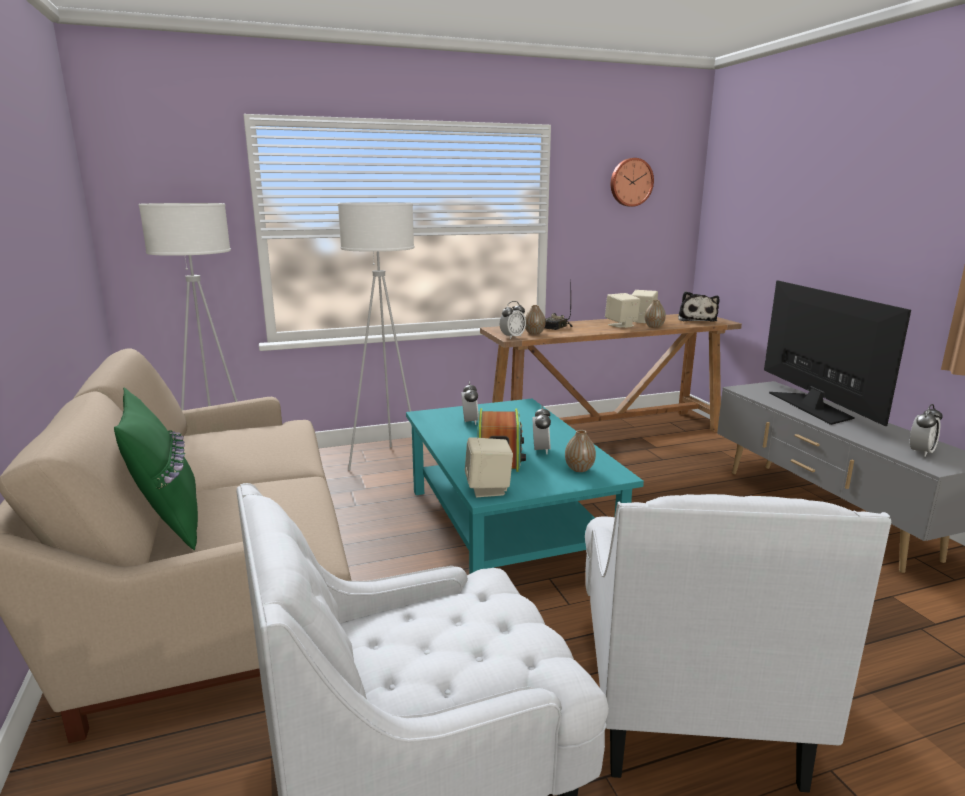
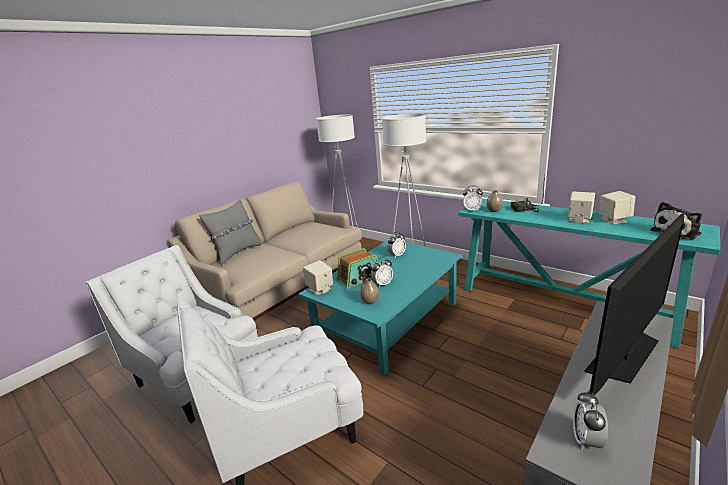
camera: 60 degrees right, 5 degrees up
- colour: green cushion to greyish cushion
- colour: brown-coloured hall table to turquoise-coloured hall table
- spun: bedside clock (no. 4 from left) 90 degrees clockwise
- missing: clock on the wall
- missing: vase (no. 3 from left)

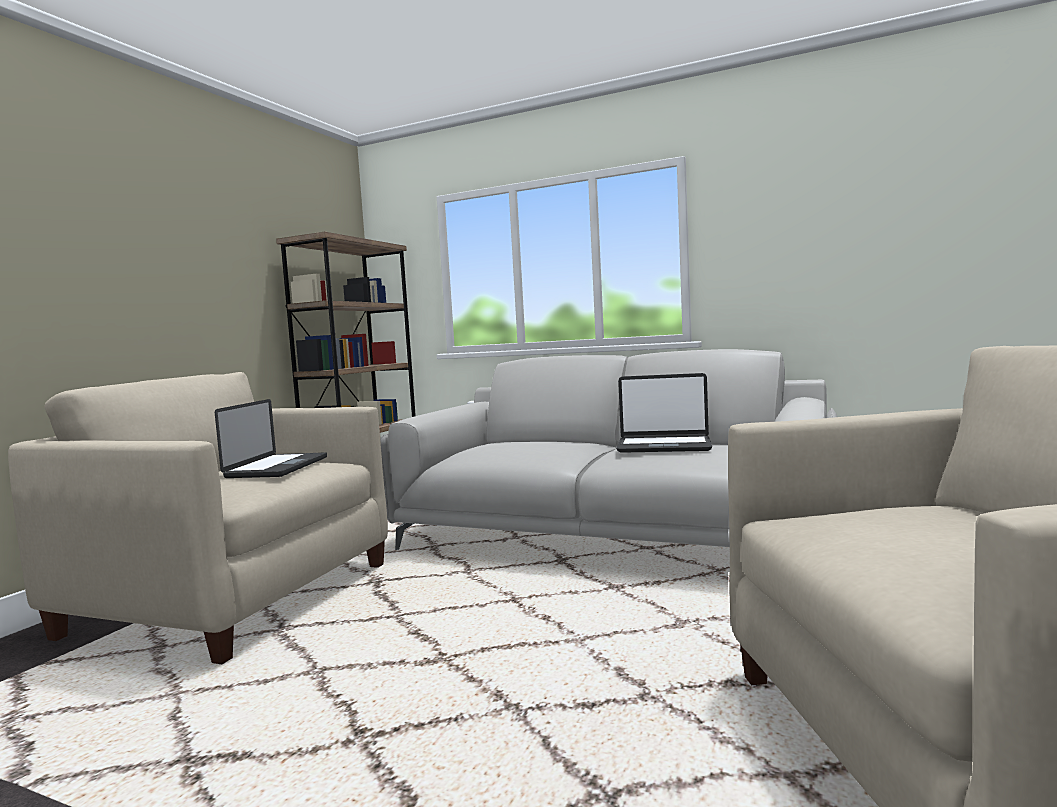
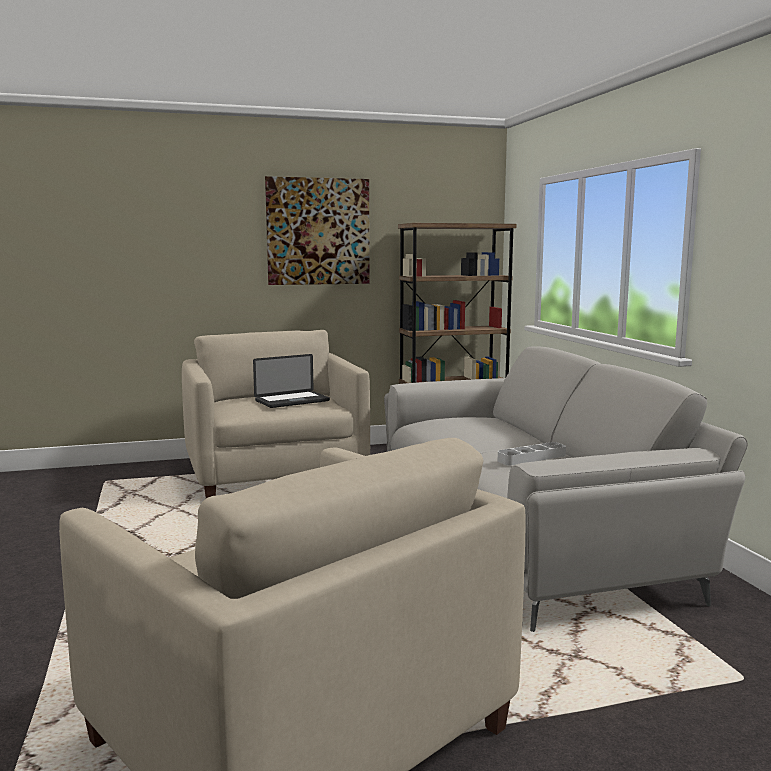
camera: 50 degrees right, 5 degrees up
- appeared: wall art
- exchanged: notebook computer (no. 2 from left) to greyish carrying tray

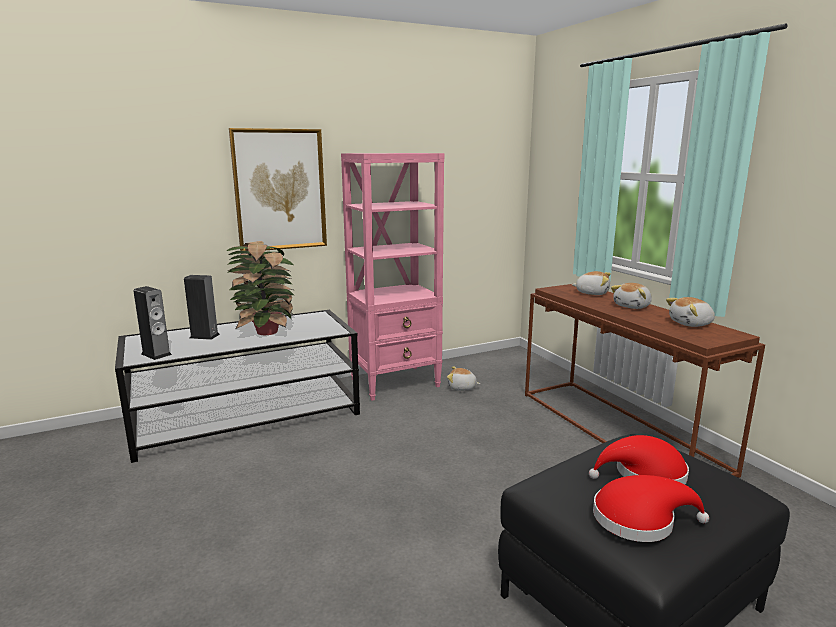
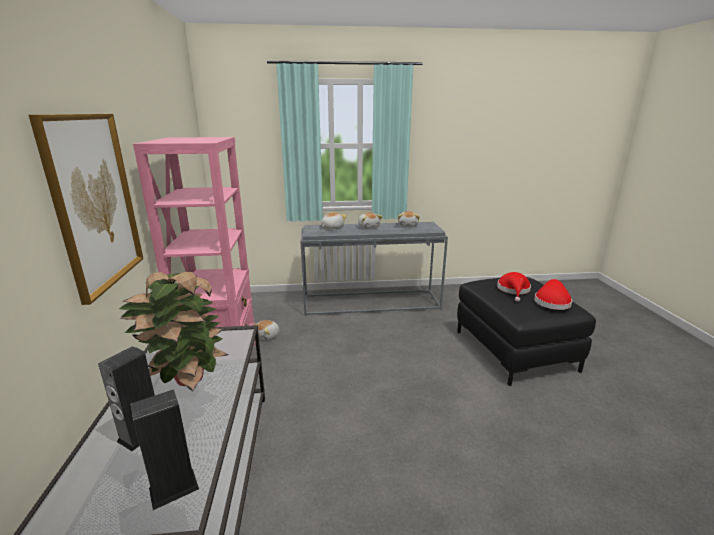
camera: 70 degrees left, 5 degrees up
- colour: brown-coloured hall table to greyish hall table

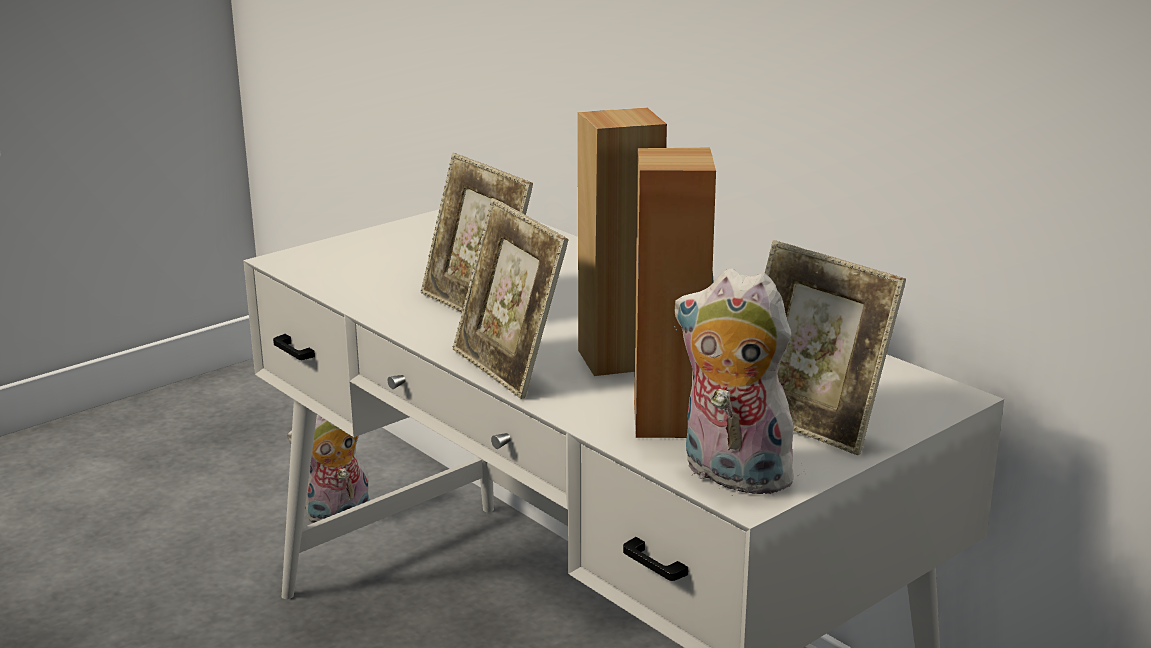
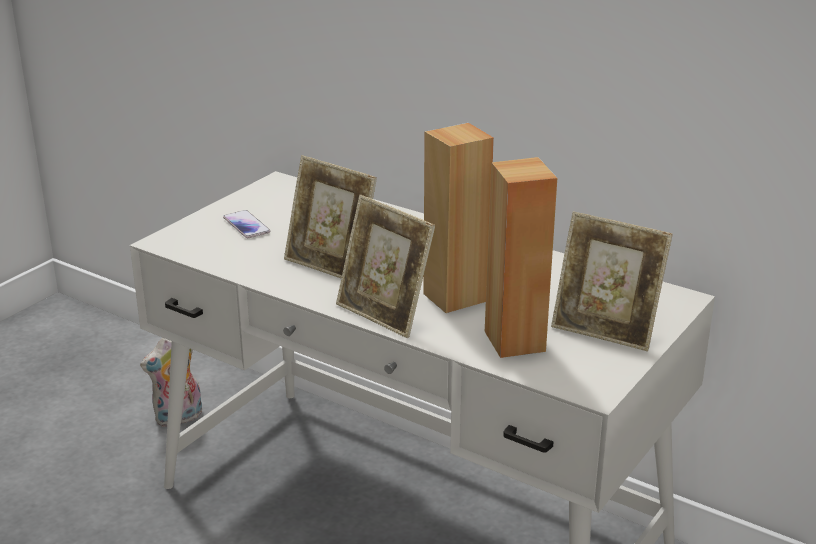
camera: 15 degrees left, 5 degrees up
- appeared: phone
- missing: plush toy (no. 2 from left)

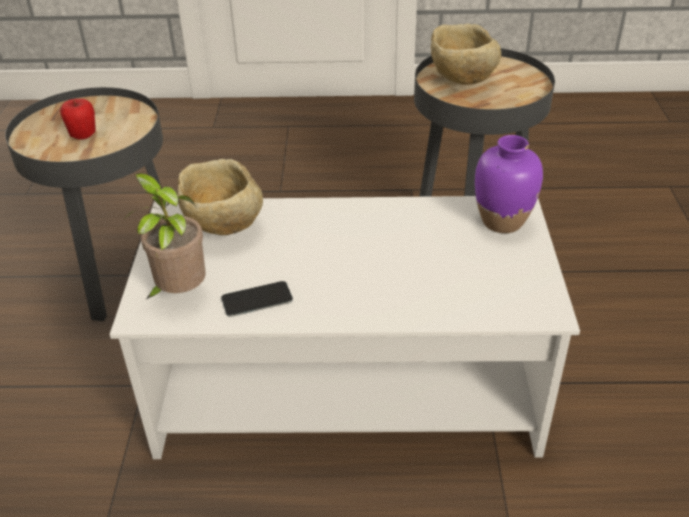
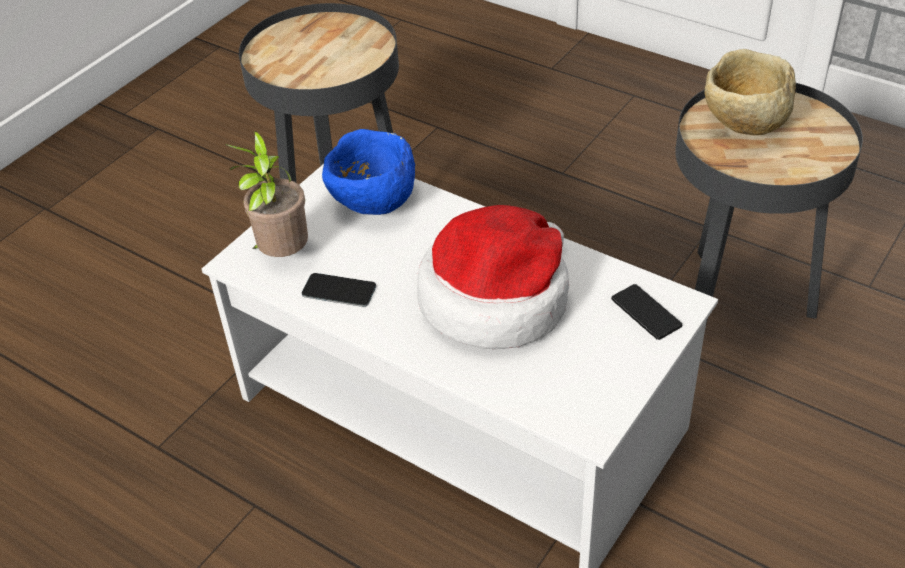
camera: 35 degrees right, 5 degrees up
- colour: beige-coloured deep dish (no. 1 from left) to bluish deep dish
- appeared: hat
- exchanged: purplish vase to phone (no. 2 from left)
- missing: apple fruit

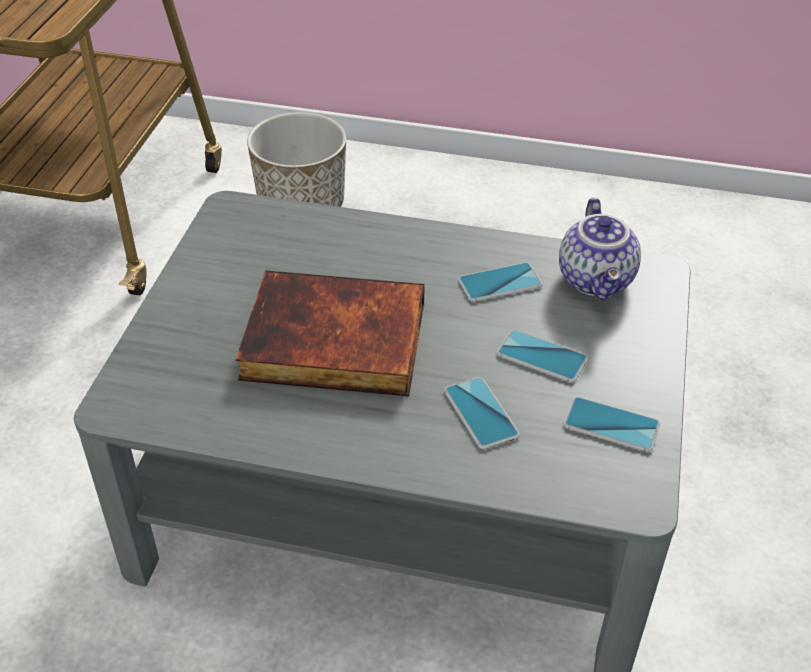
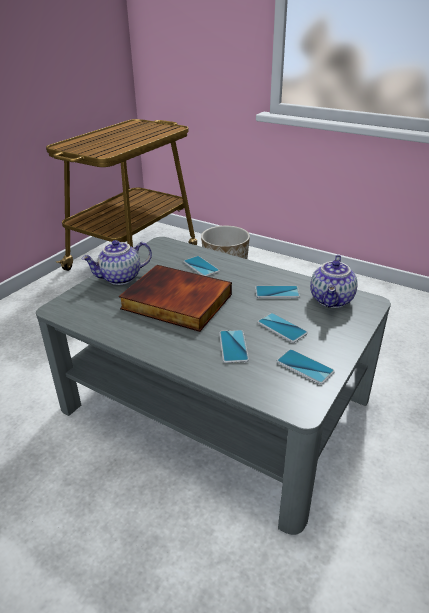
camera: 20 degrees right, 10 degrees down
- appeared: pot for tea (no. 1 from left)
- appeared: phone (no. 1 from left)

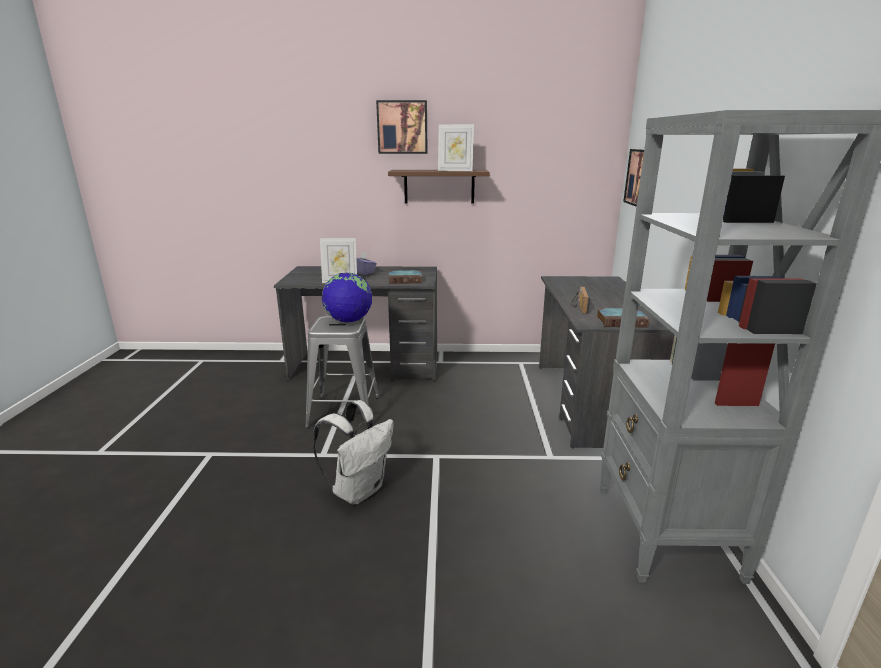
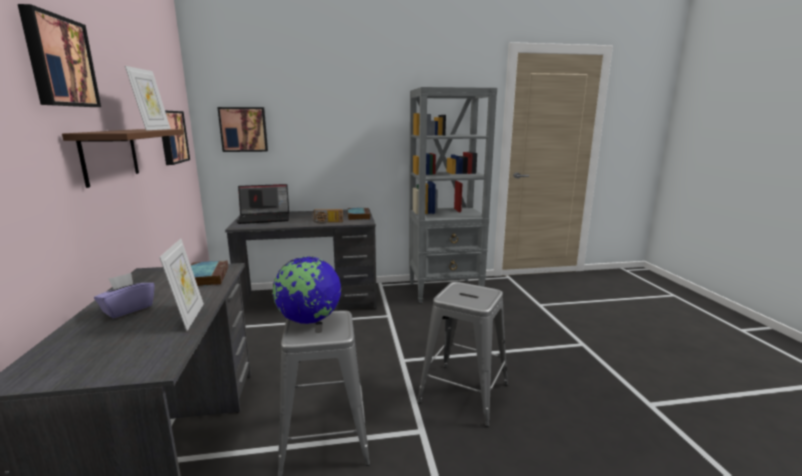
camera: 100 degrees left, 5 degrees down
- appeared: wall art (no. 2 from left)
- appeared: notebook computer
- exchanged: white-coloured knapsack to greyish stool (no. 2 from left)

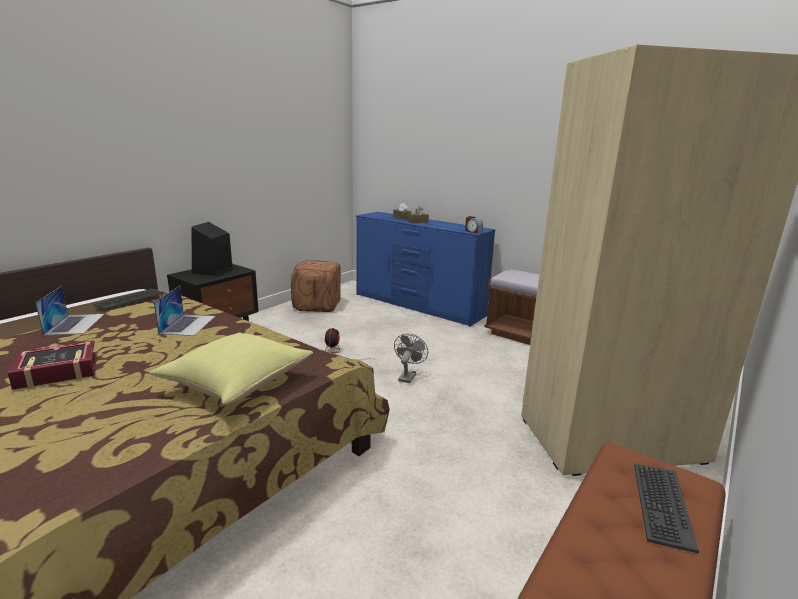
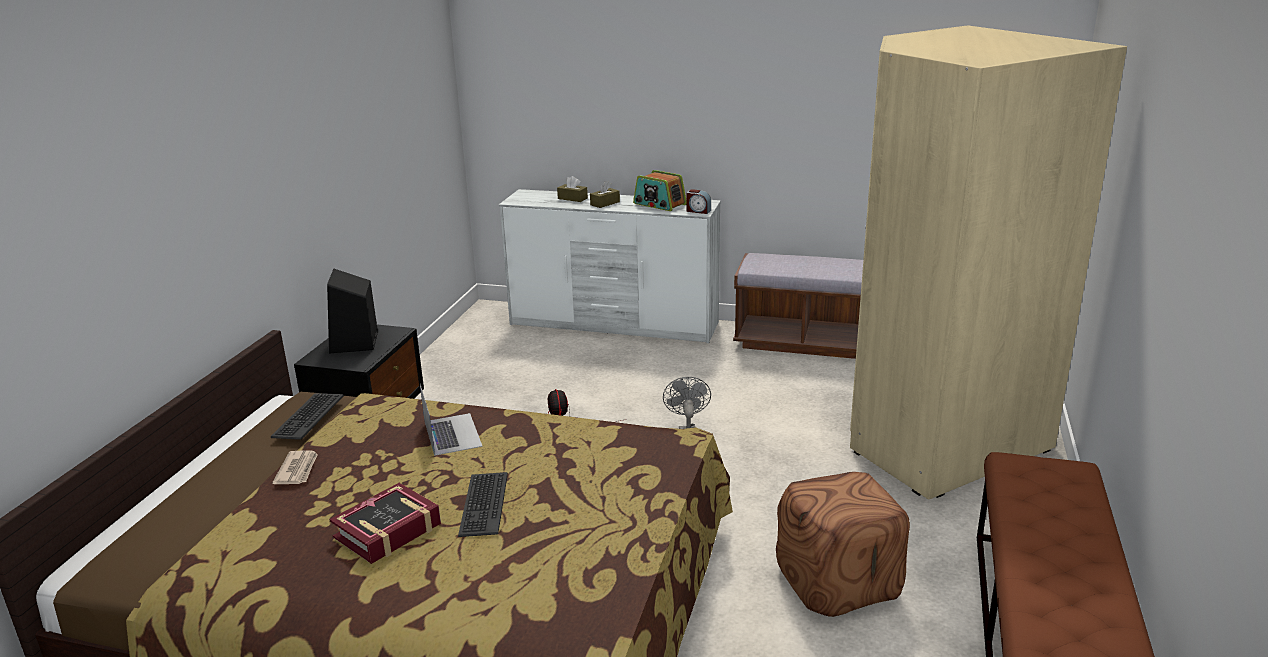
camera: 20 degrees left, 5 degrees up
- exchanged: notebook computer (no. 1 from left) to printed paper
- relocated: computer keyboard (no. 2 from left)
- colour: bluish chest of drawers to white-coloured chest of drawers
- appeared: radio receiver
- relocated: brown-coloured footrest
- missing: yellow-coloured cushion

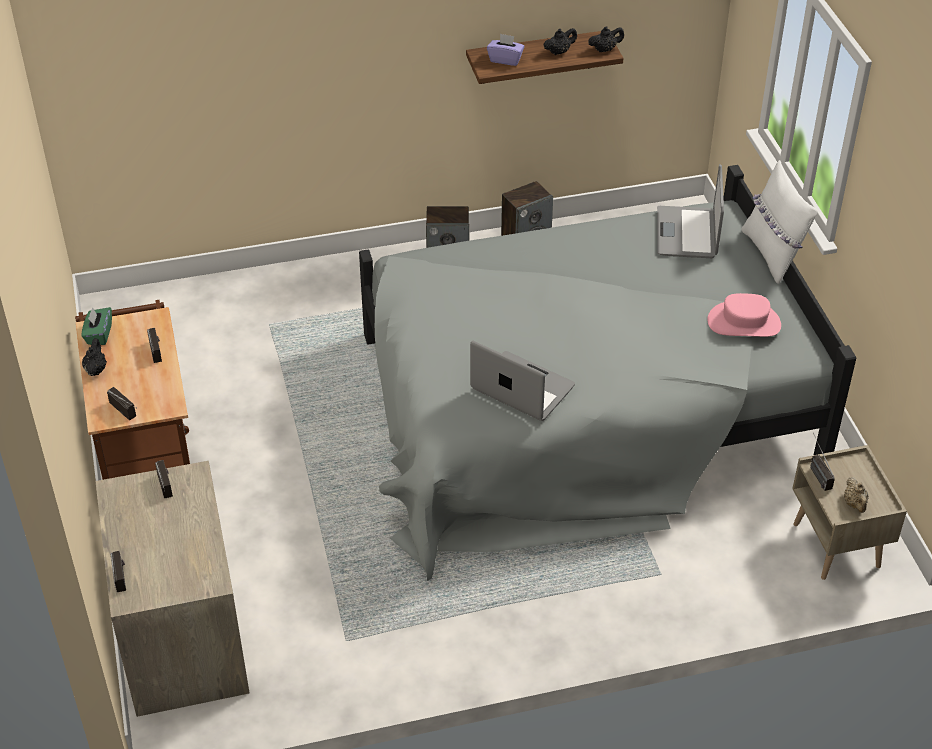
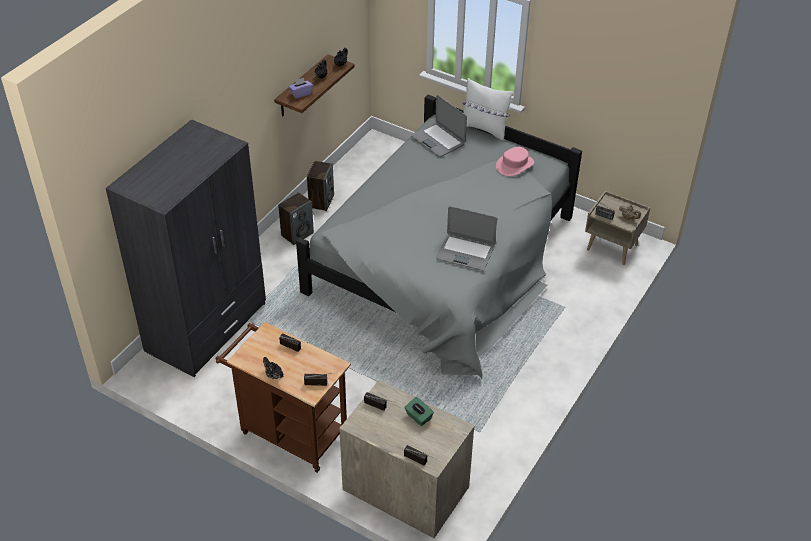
camera: 45 degrees left, 0 degrees up
- appeared: greyish wardrobe
- relocated: green box of tissues
- spun: notebook computer (no. 1 from left in the first image) 150 degrees counterclockwise

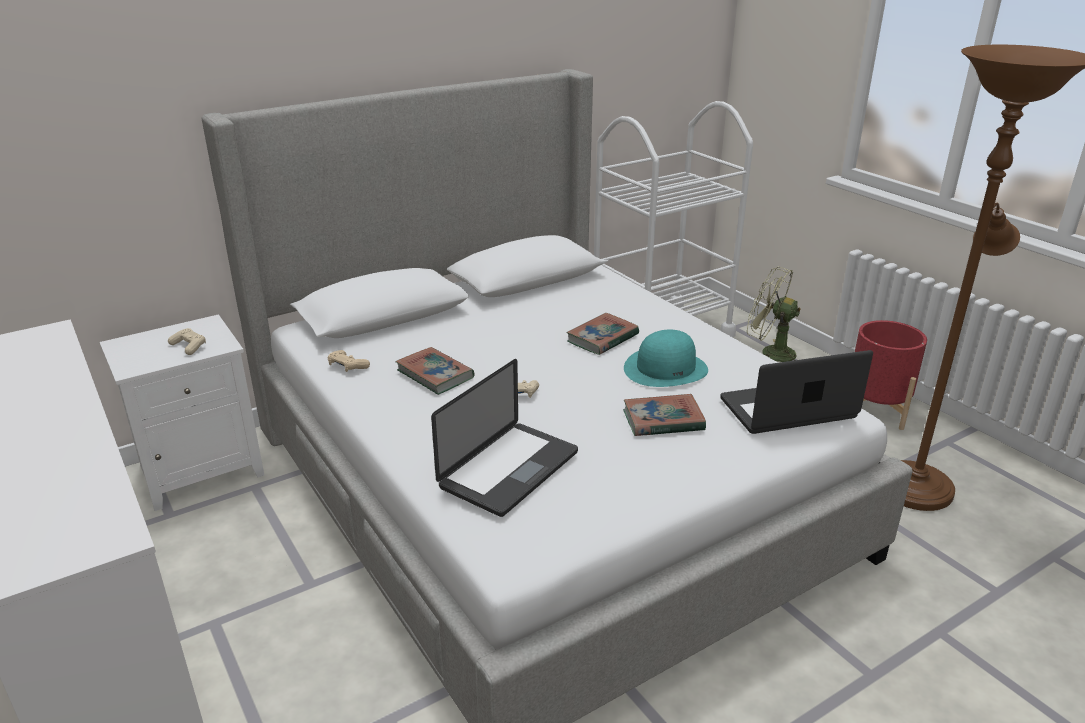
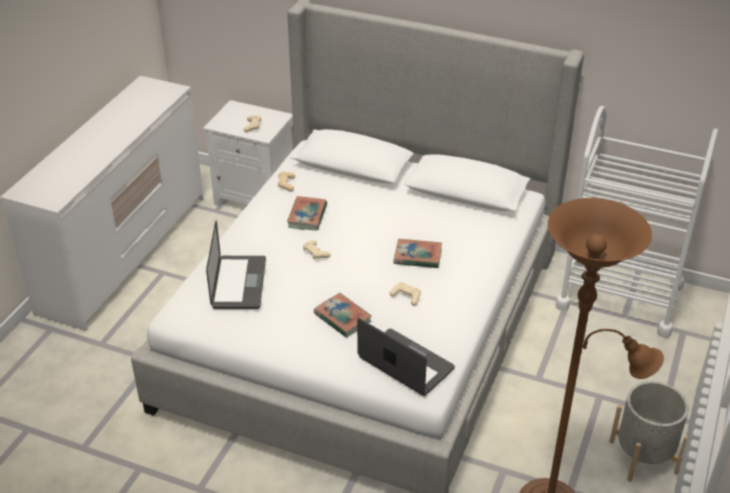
camera: 55 degrees right, 10 degrees up
- spun: notebook computer (no. 1 from left) 90 degrees counterclockwise
- exchanged: turquoise-coloured hat to beige-coloured game controller (no. 4 from left)
- colour: reddish planter to greyish planter
- missing: green fan

